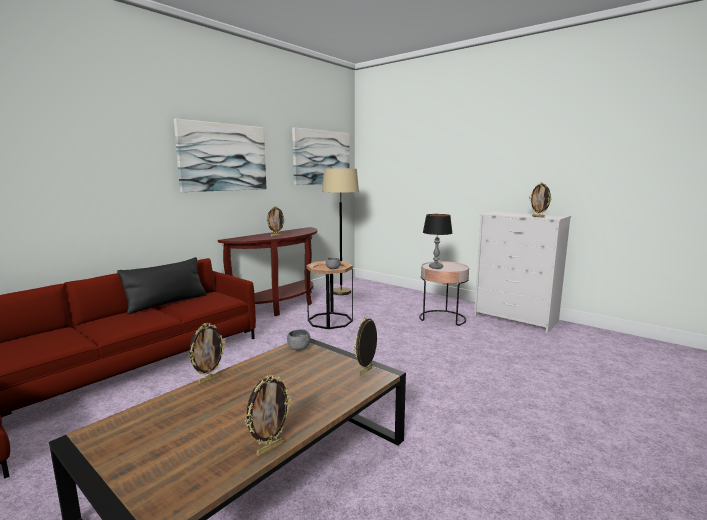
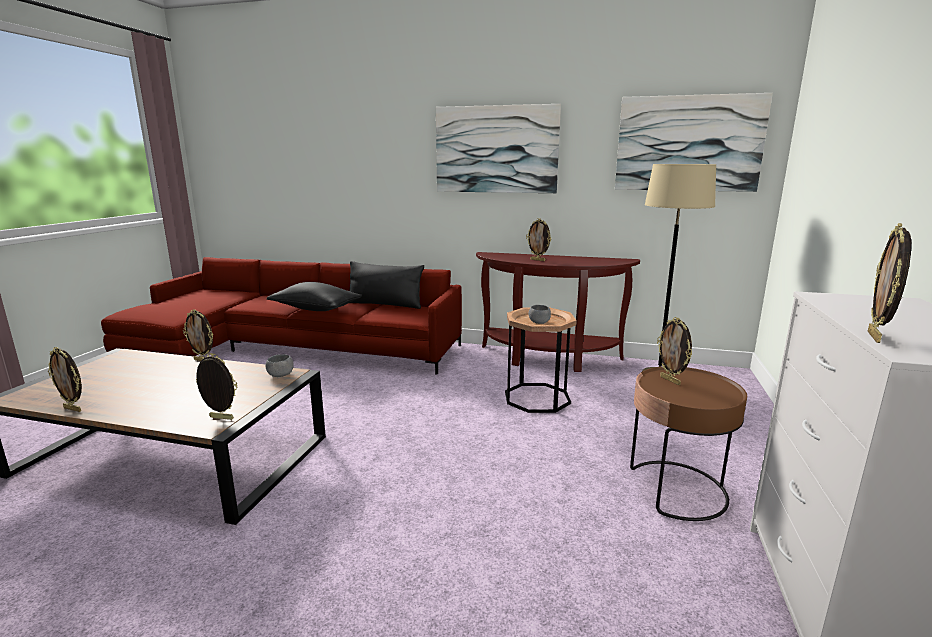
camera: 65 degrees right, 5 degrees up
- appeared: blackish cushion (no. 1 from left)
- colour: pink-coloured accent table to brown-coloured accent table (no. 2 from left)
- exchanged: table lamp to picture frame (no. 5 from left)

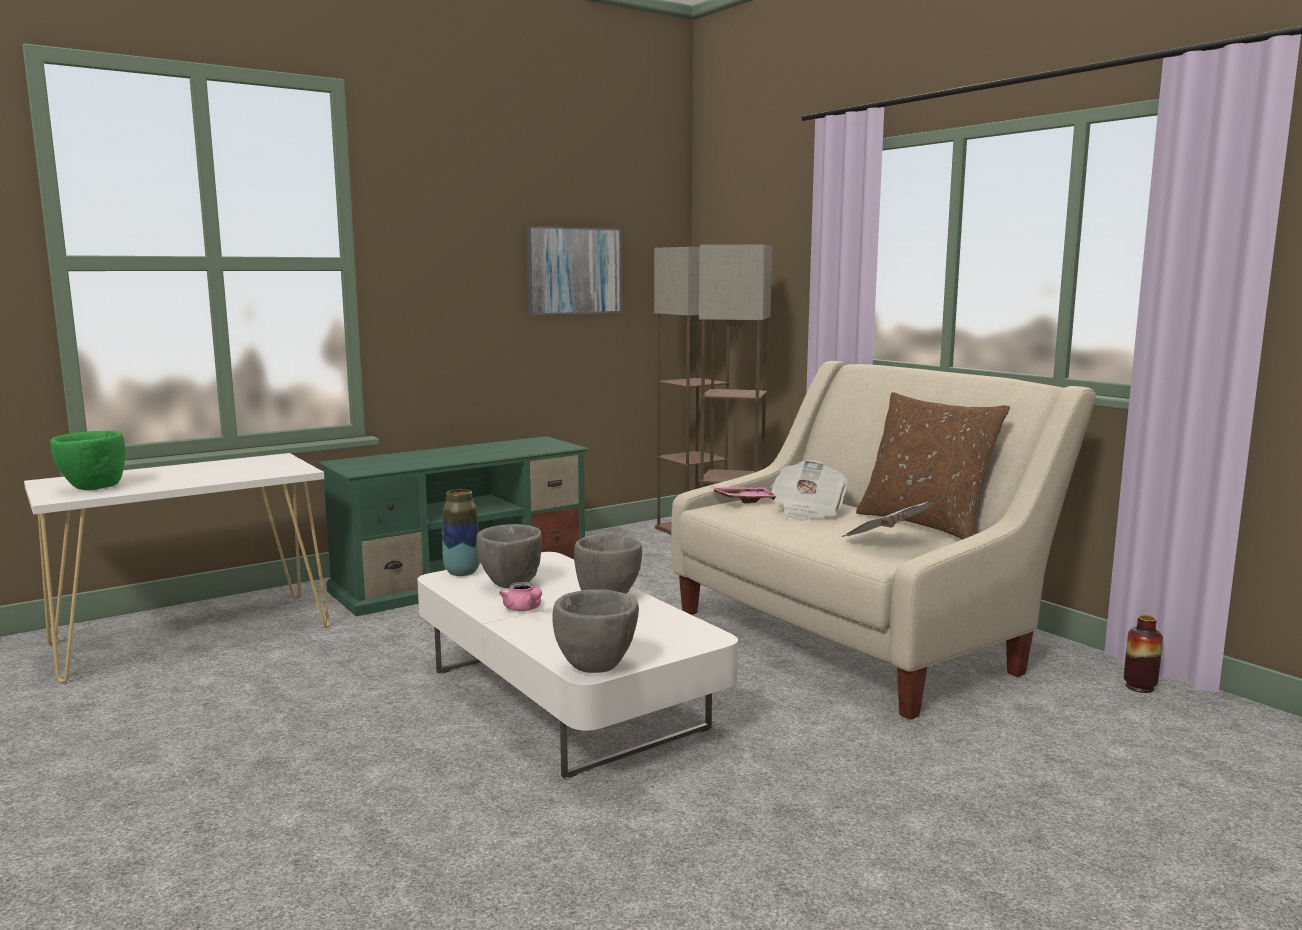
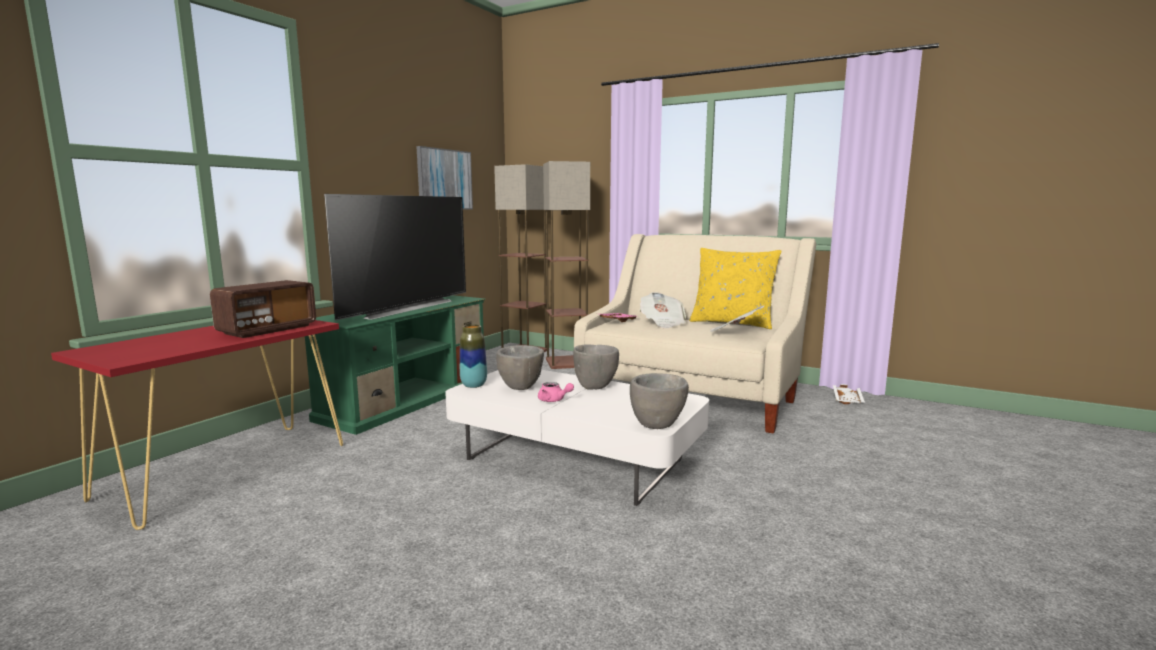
camera: 25 degrees left, 0 degrees up
- colour: white-coloured hall table to reddish hall table
- appeared: radio receiver
- appeared: TV
- colour: brown-coloured cushion to yellow-coloured cushion
- exchanged: vase (no. 2 from left) to white-coloured carrying tray
- missing: green deep dish

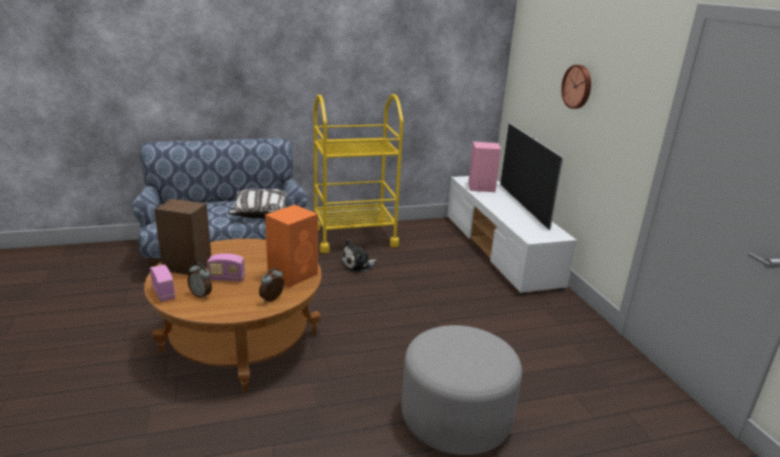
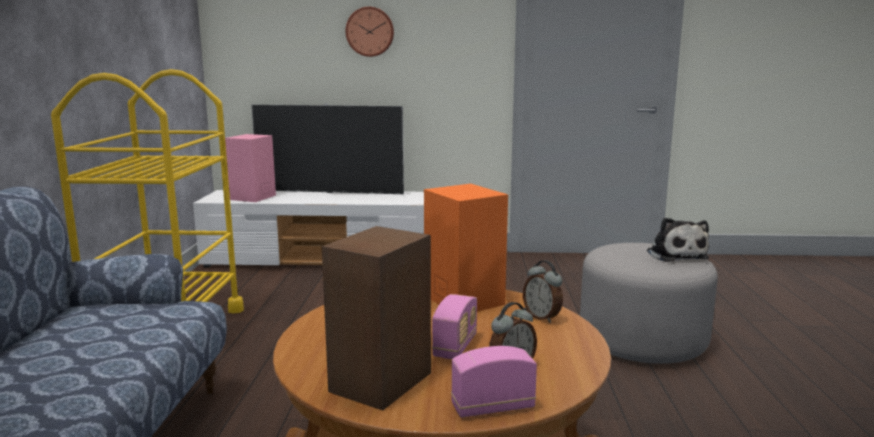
camera: 70 degrees left, 10 degrees down
- relocated: plush toy
- missing: cushion

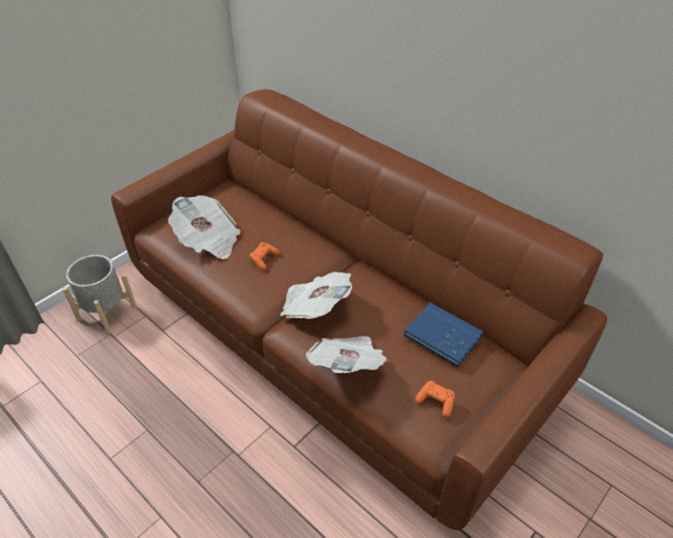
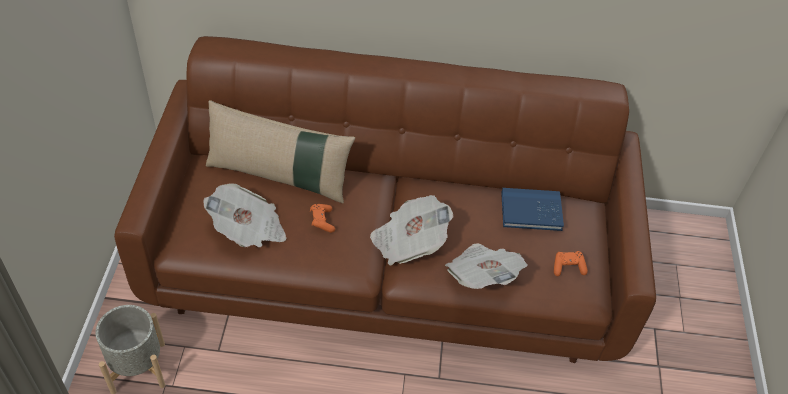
camera: 40 degrees left, 5 degrees up
- appeared: beige-coloured cushion

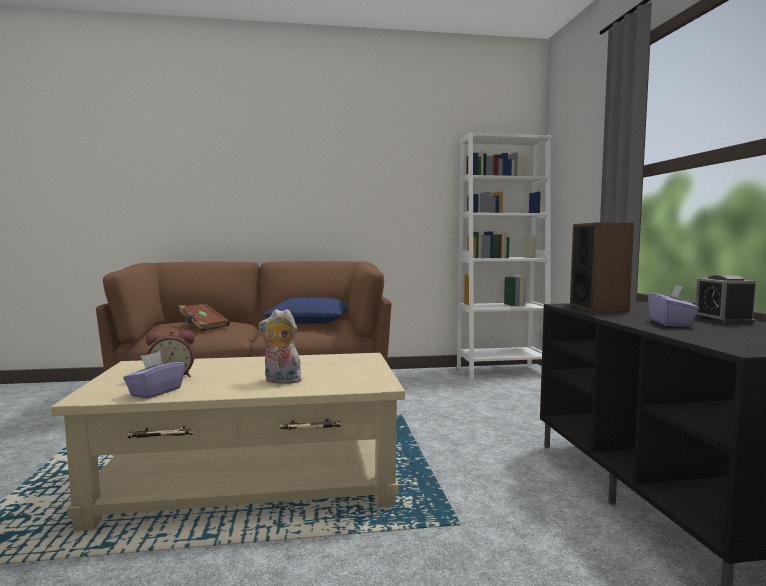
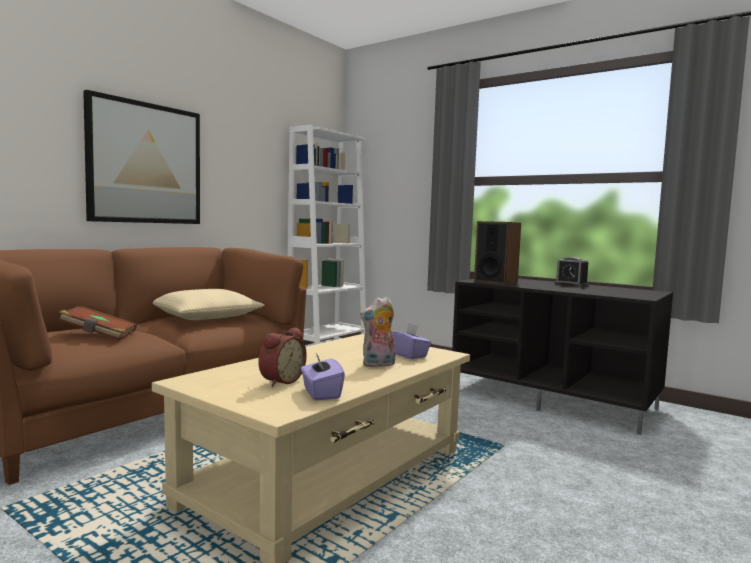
camera: 45 degrees left, 0 degrees up
- appeared: wall art
- colour: bluish cushion to beige-coloured cushion
- relocated: purplish box of tissues (no. 2 from left)

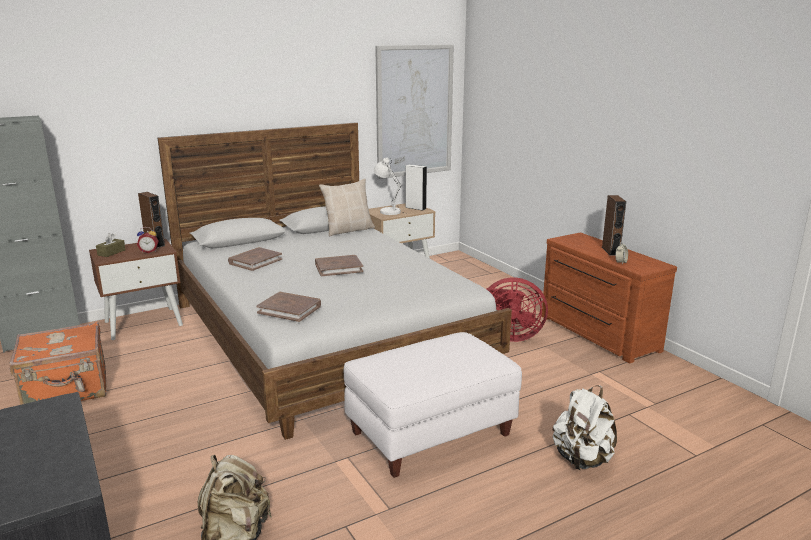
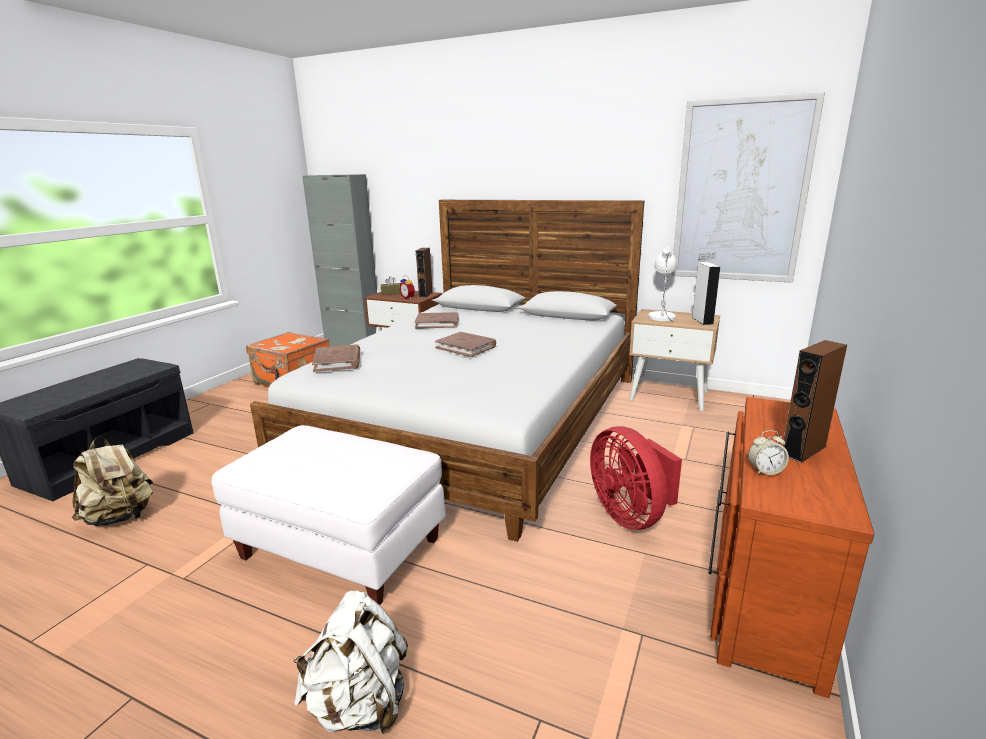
camera: 55 degrees right, 0 degrees up
- missing: beige-coloured cushion

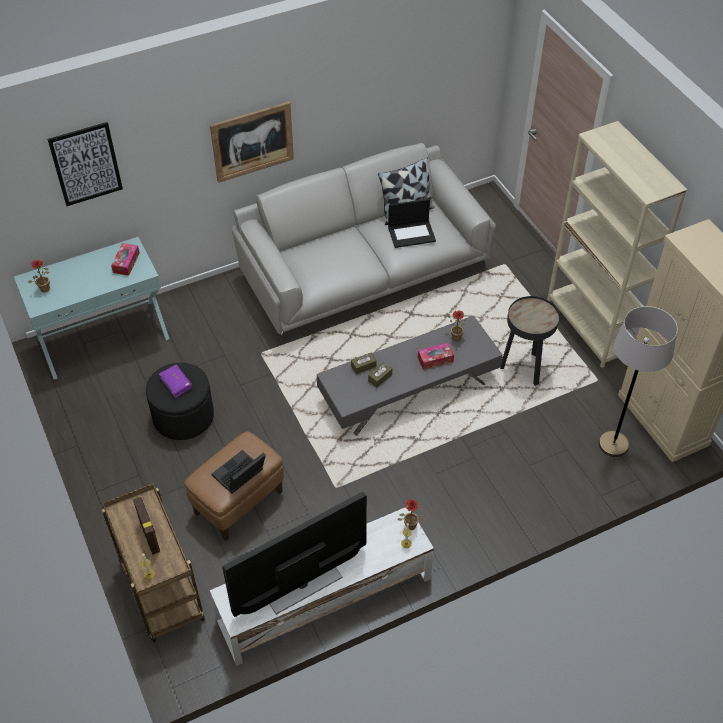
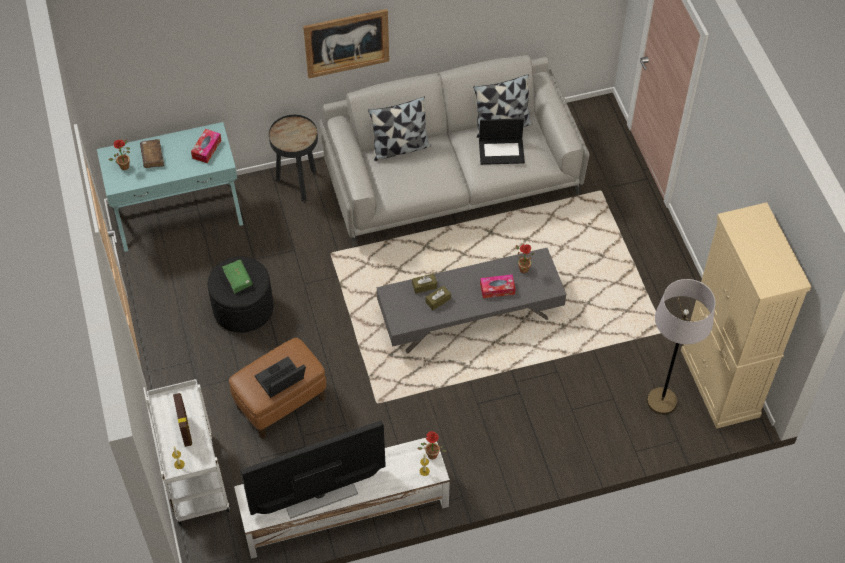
camera: 10 degrees right, 5 degrees up
- appeared: brown-coloured book
- colour: brown-coloured cart to white-coloured cart
- colour: purplish book to green book
- relocated: blackish accent table
- appeared: cushion (no. 1 from left)
- missing: wall art (no. 1 from left)
- missing: beige-coloured shelving unit

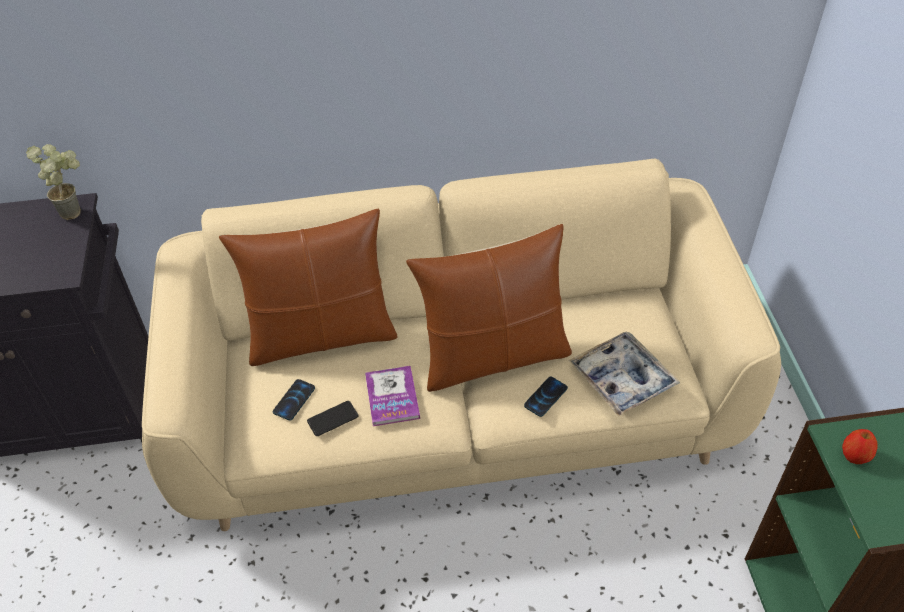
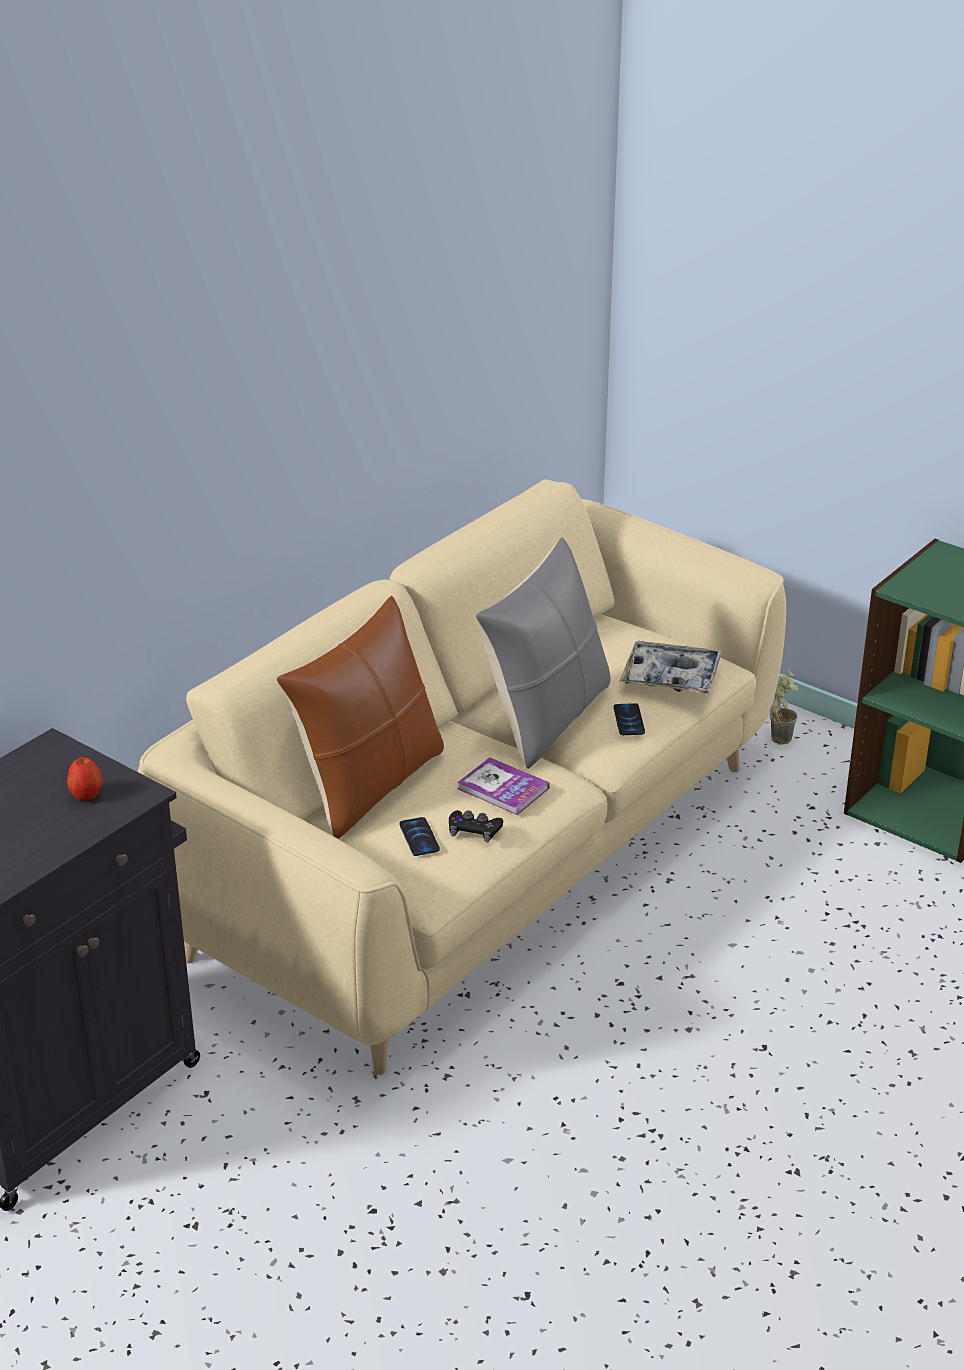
camera: 45 degrees left, 15 degrees down
- relocated: apple fruit
- exchanged: phone (no. 2 from left) to blackish game controller
- colour: brown-coloured cushion (no. 2 from left) to greyish cushion
- relocated: plant in a pot

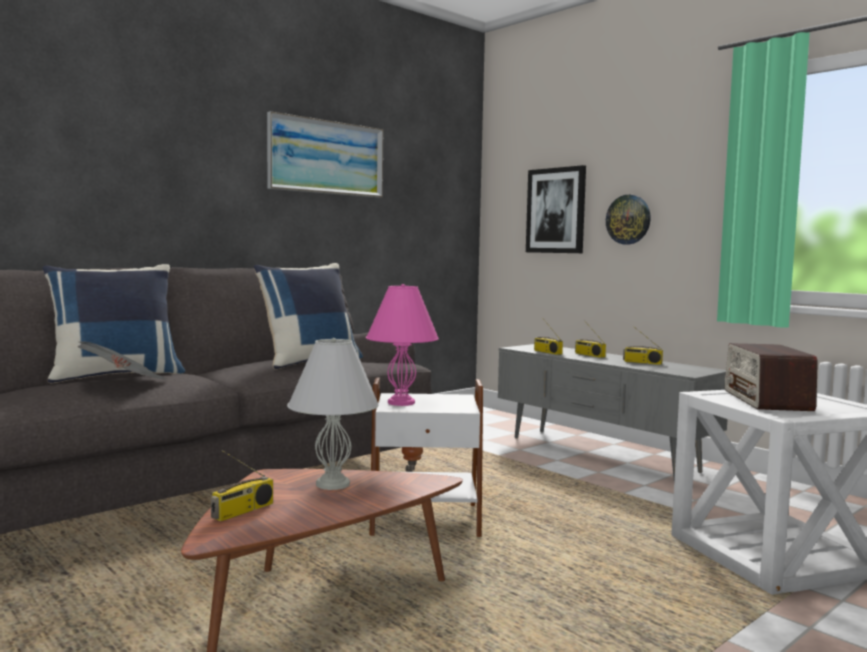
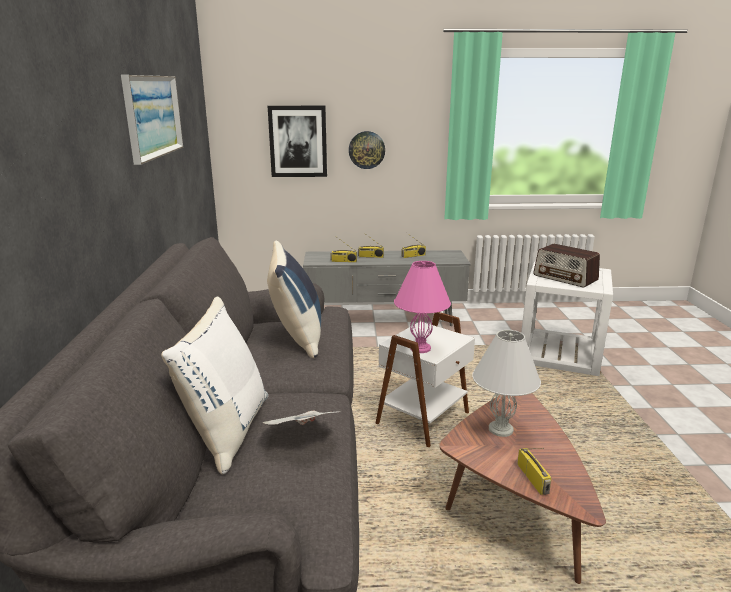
camera: 50 degrees left, 15 degrees up
- colour: bluish cushion (no. 1 from left) to white-coloured cushion

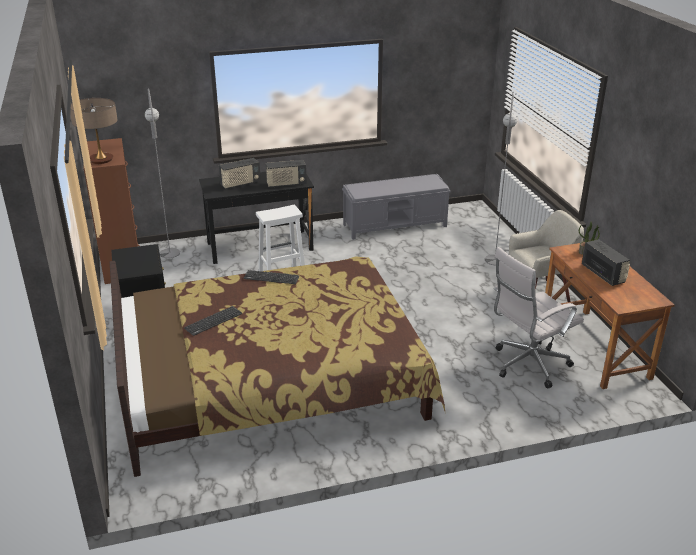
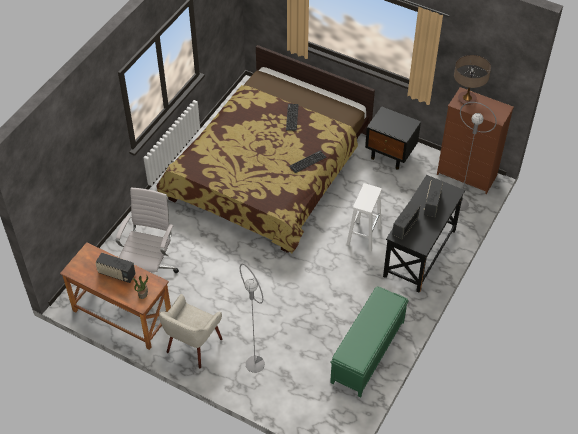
camera: 135 degrees right, 20 degrees up
- colour: greyish long seat to green long seat

